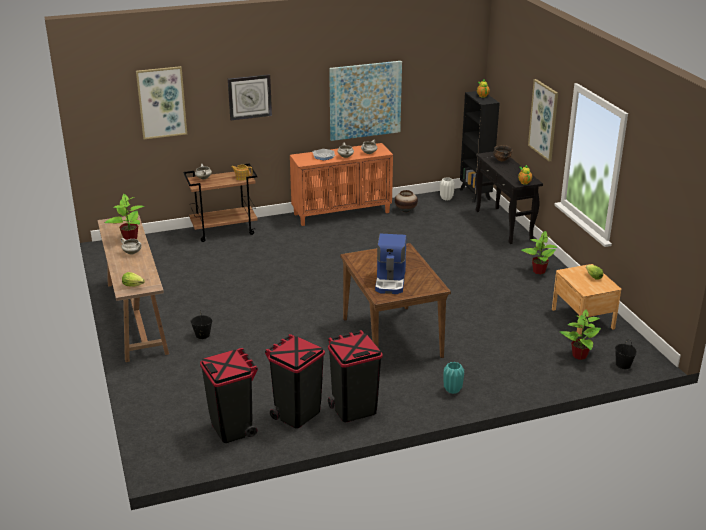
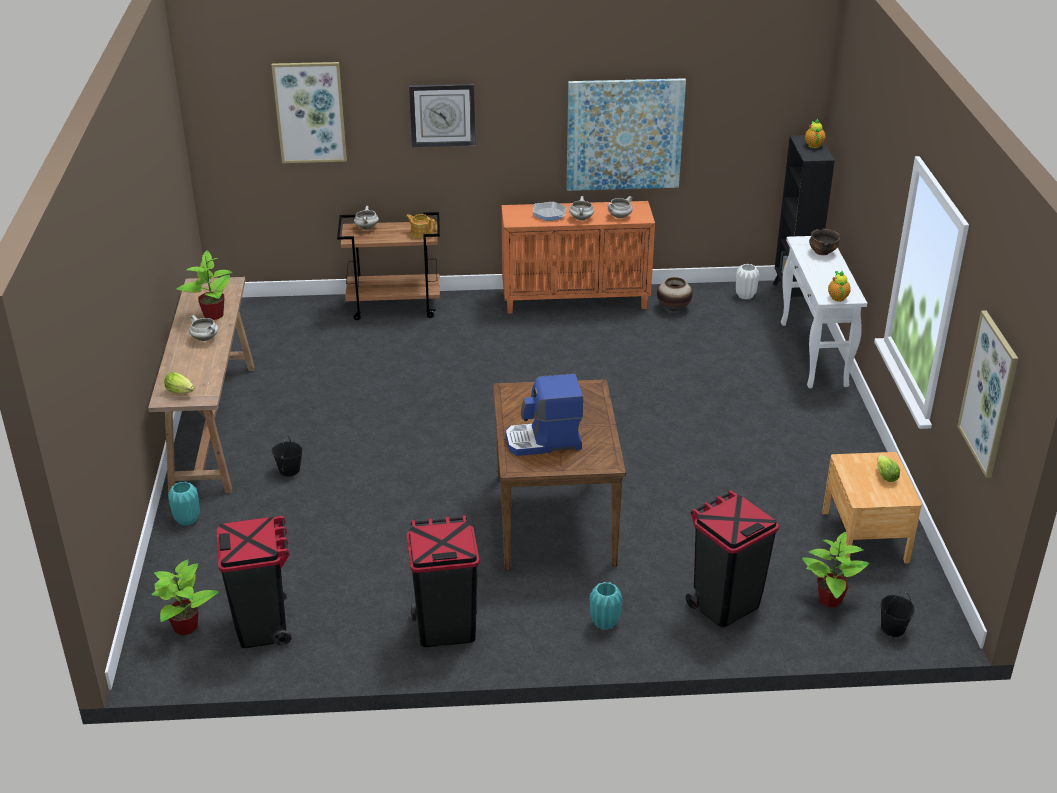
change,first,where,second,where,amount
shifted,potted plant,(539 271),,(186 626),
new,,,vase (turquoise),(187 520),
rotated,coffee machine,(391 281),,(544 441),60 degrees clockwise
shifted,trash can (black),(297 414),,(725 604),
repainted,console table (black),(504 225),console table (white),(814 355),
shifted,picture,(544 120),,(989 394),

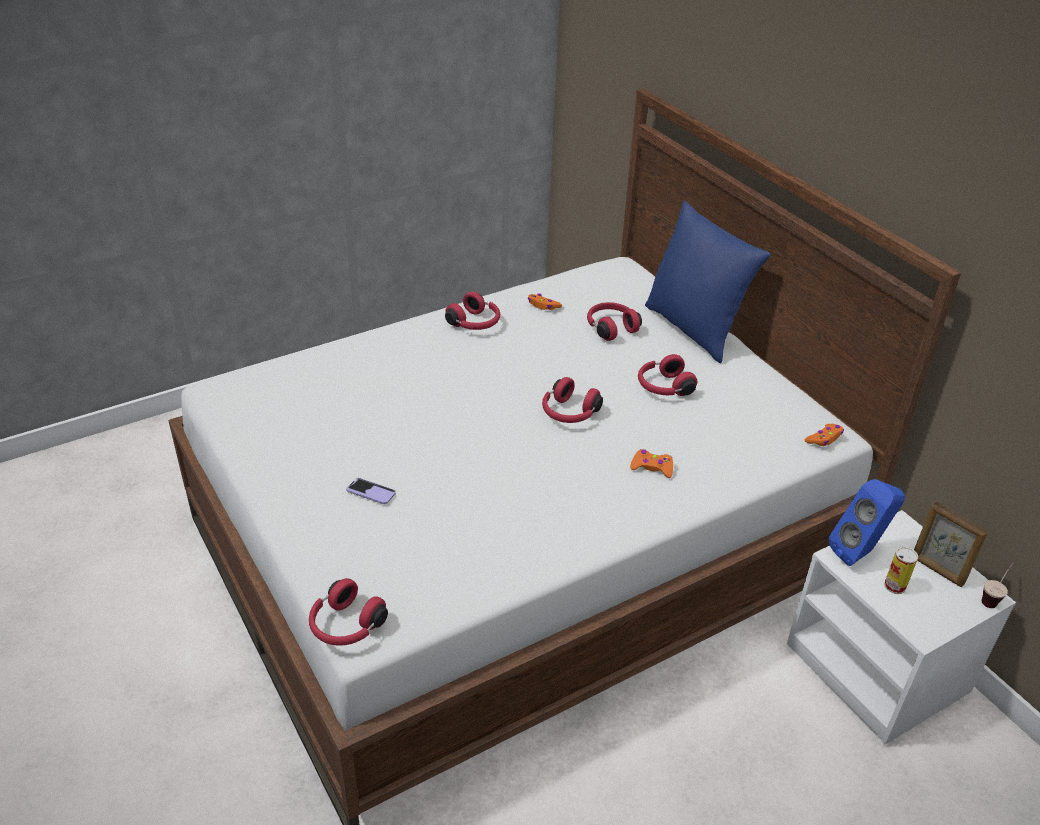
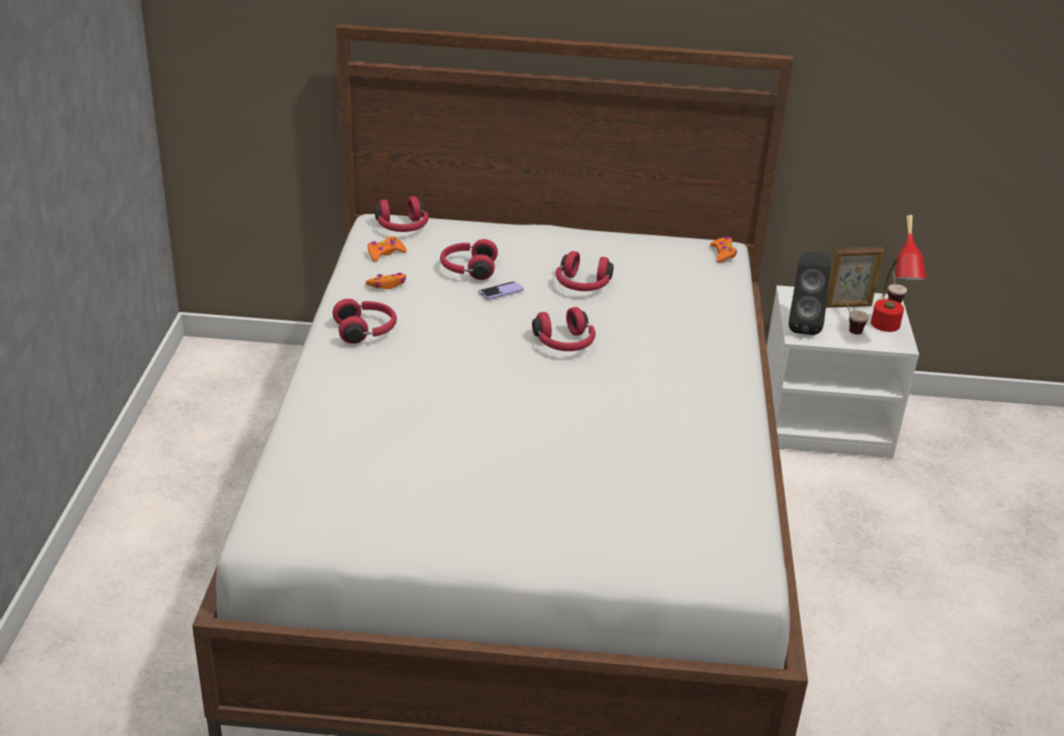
change,first,where,second,where,amount
shifted,game controller (orange),(652 467),,(385 253),
shifted,headphones (red),(345 626),,(402 228),
shifted,phone,(371 492),,(500 292),
repainted,speaker (blue),(859 552),speaker (black),(802 325),
swapped,can,(895 586),cup,(847 329),
new,,,table lamp (red),(887 332),
gone,pillow (blue),(694 329),,,

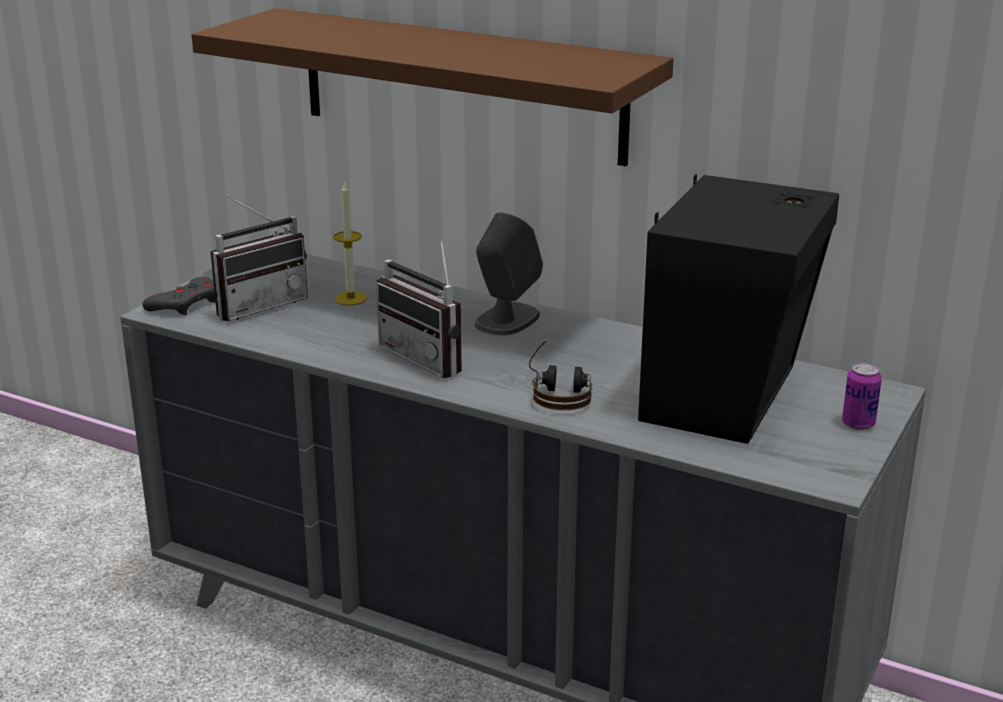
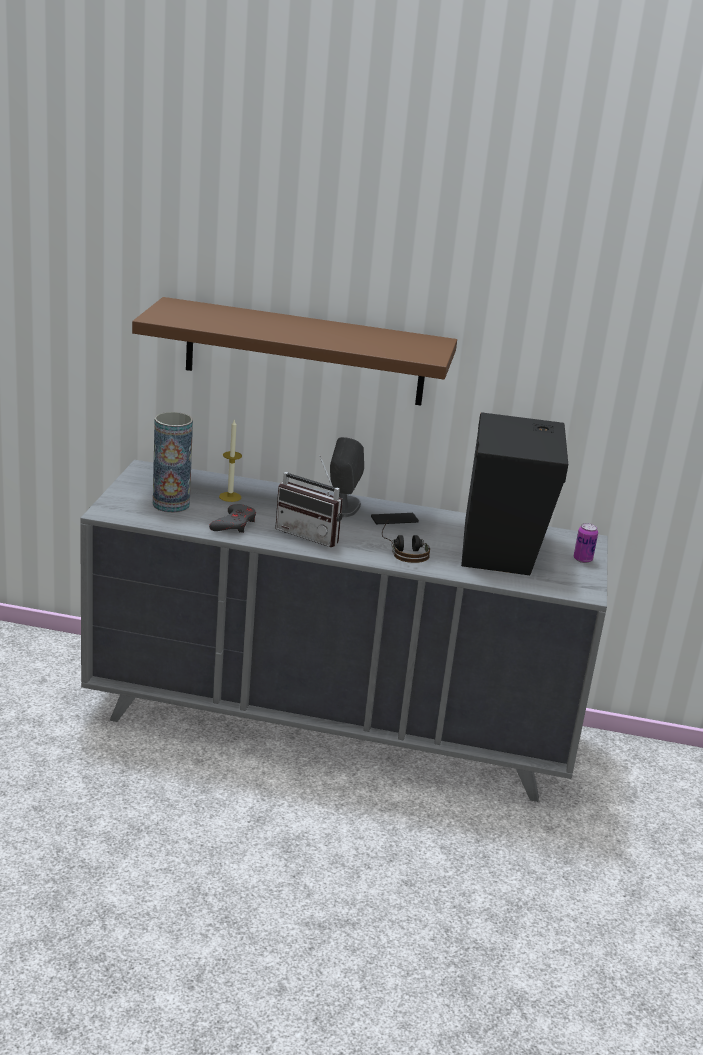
change,first,where,second,where,amount
swapped,radio,(258 305),vase,(171 504),
shifted,game controller (grey),(186 304),,(234 524),
new,,,phone,(394 519),

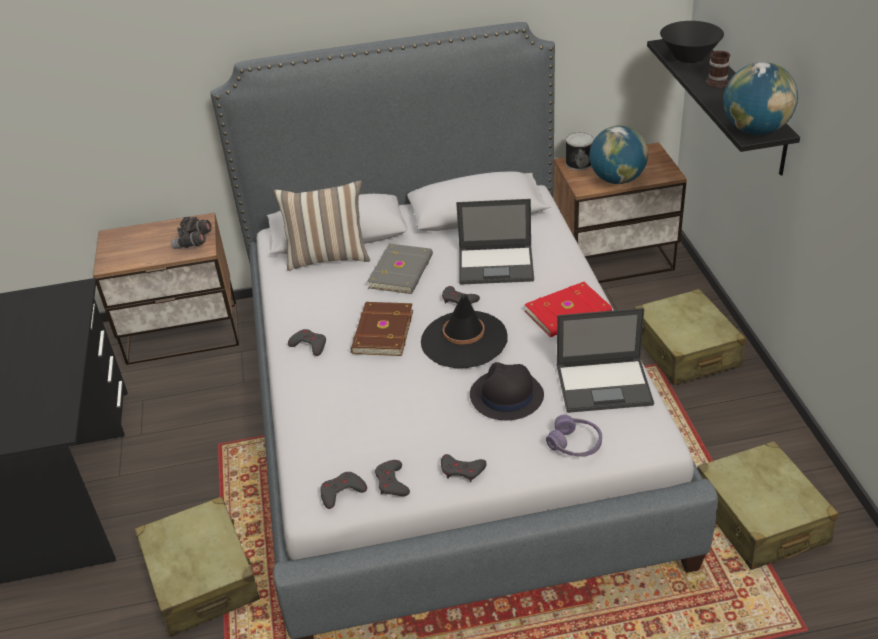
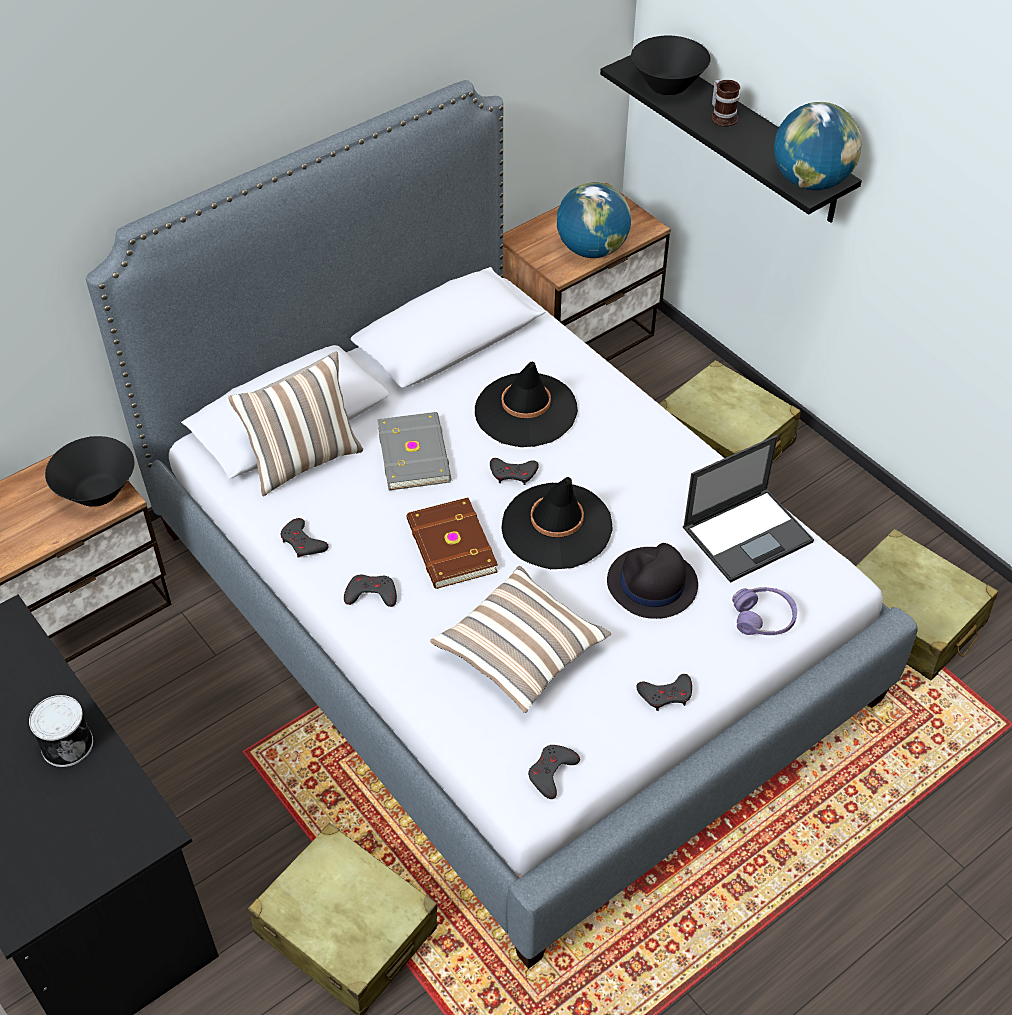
change,first,where,second,where,amount
shifted,can,(579 163),,(67 743),
swapped,binoculars (grey),(193 243),bowl (black),(98 492),
shifted,game controller (grey),(392 482),,(303 542),
new,,,pillow,(521 653),
swapped,laptop,(497 265),hat (black),(525 410),
gone,book (red),(569 313),,,

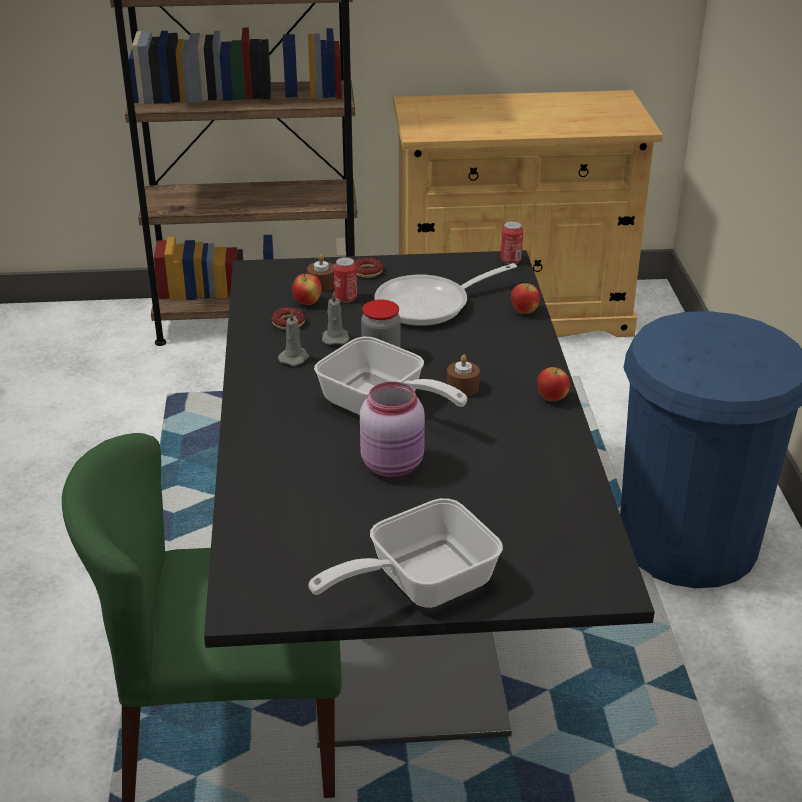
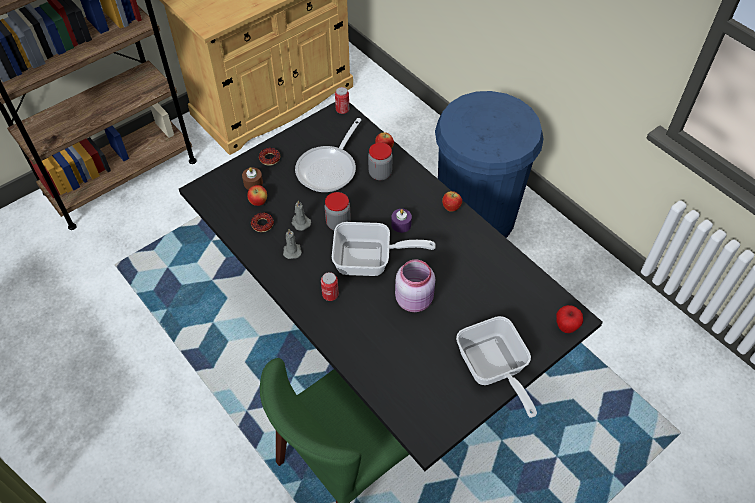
change,first,where,second,where,amount
shifted,can,(346 298),,(330 295),
new,,,jar,(380 173),
repainted,candle (brown),(462 388),candle (purple),(401 224),
rotated,frying pan,(419 583),,(493 370),45 degrees counterclockwise
new,,,apple,(566 327),

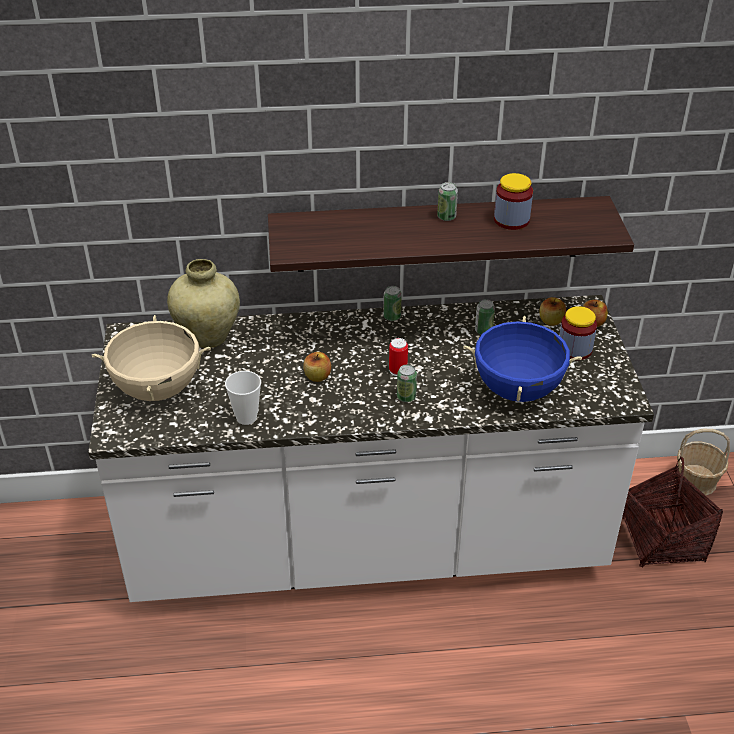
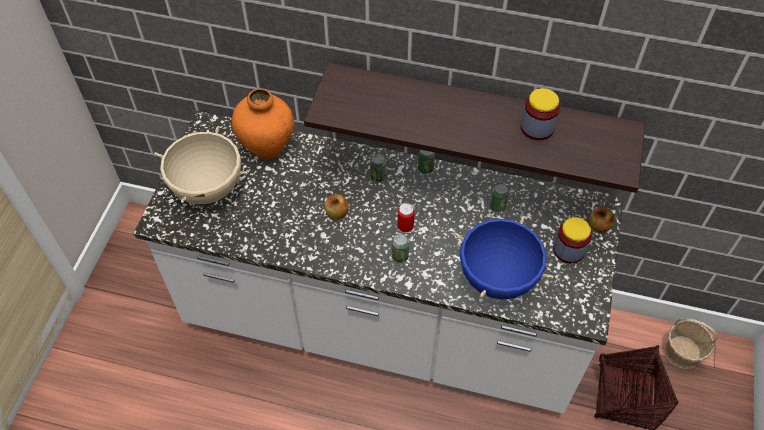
change,first,where,second,where,amount
repainted,vase (beige),(208 337),vase (orange),(267 147),
shifted,can,(446 217),,(378 177),
gone,cup,(246 417),,,
gone,apple,(551 321),,,

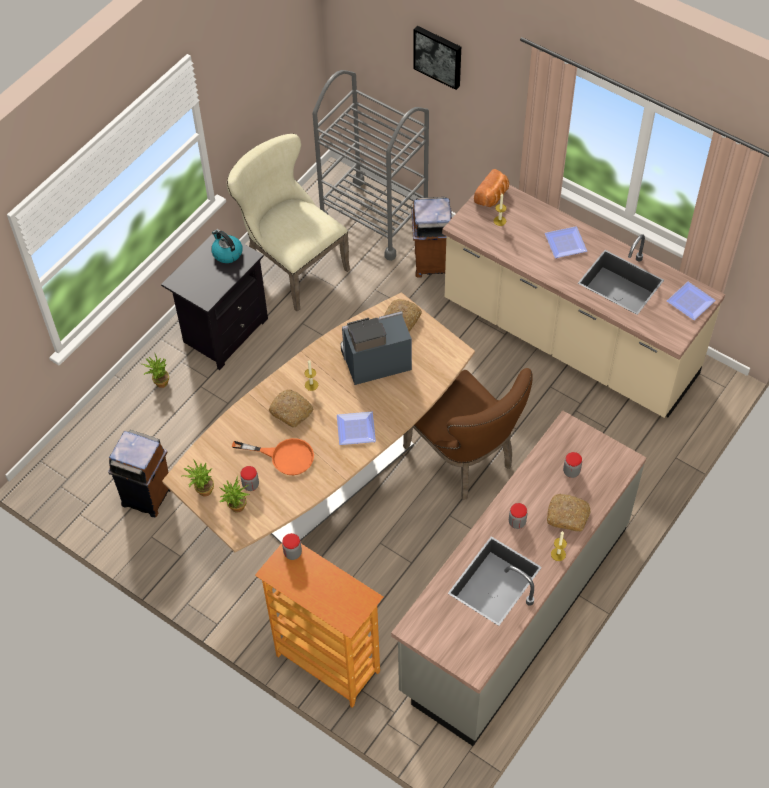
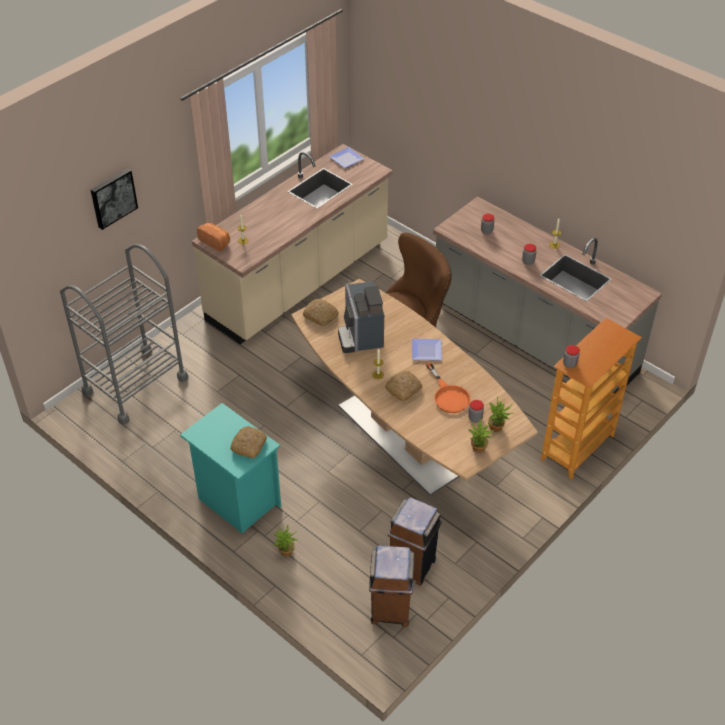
change,first,where,second,where,amount
repainted,nightstand (black),(224 331),nightstand (turquoise),(237 501),
shifted,bread,(568 515),,(249 445),
shifted,trash can (brown),(431 263),,(390 610),
rotated,frying pan (orange),(284 456),,(448 395),135 degrees clockwise
gone,kettle,(227 253),,,
gone,chair (beige),(292 265),,,
gone,plate,(564 243),,,

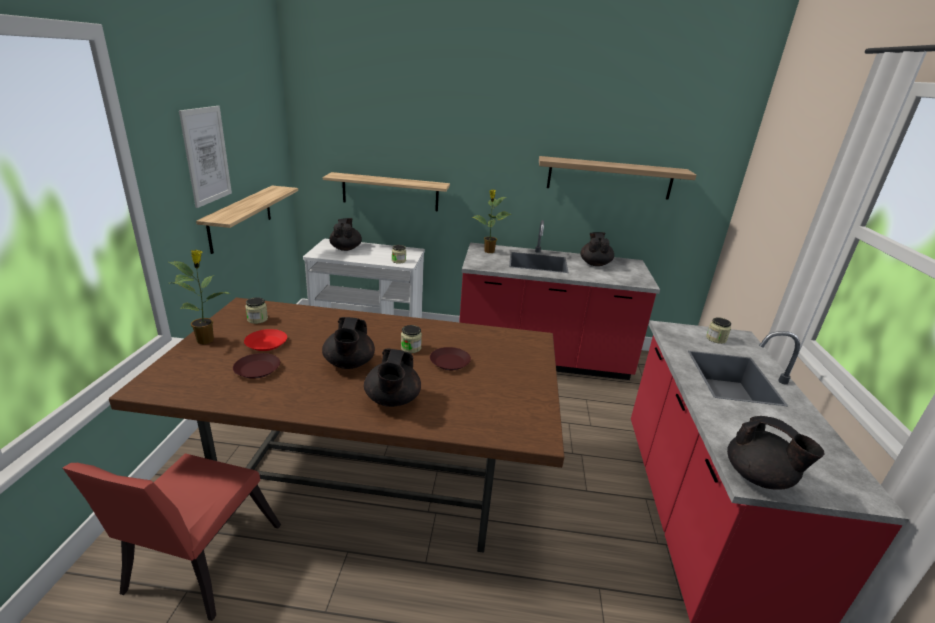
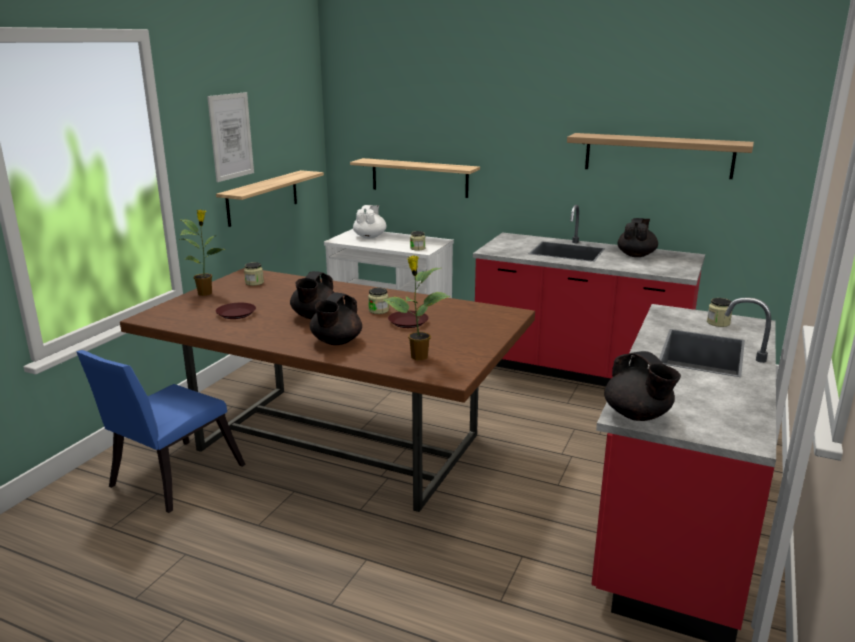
change,first,where,second,where,amount
repainted,chair (red),(197 564),chair (blue),(170 479),
repainted,teapot (black),(346 248),teapot (white),(370 236),
shifted,potted plant,(488 251),,(418 357),
gone,plate (red),(267 343),,,

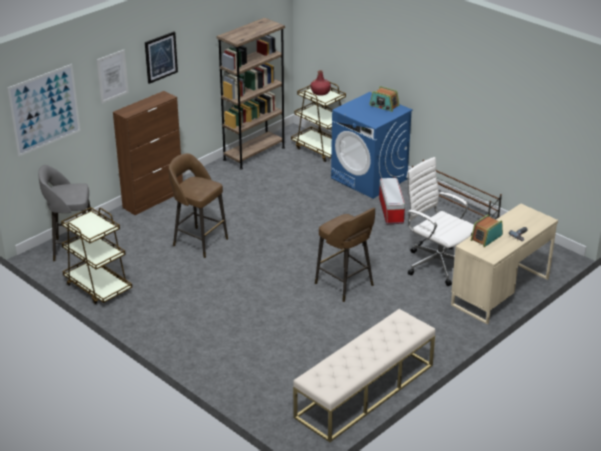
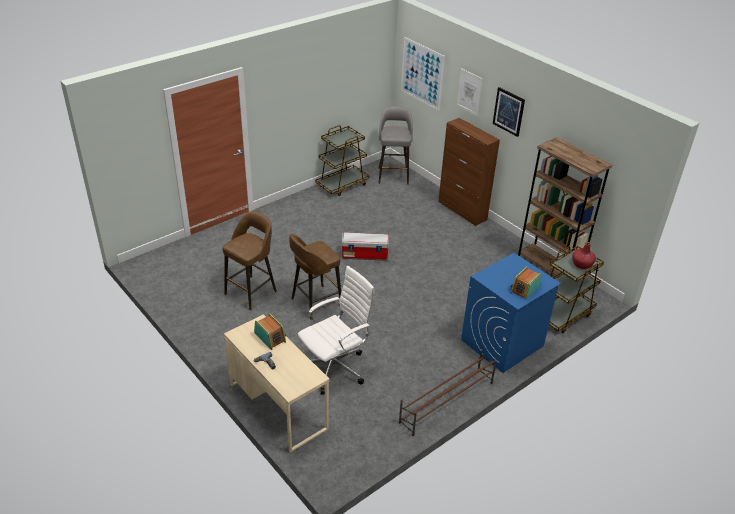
change,first,where,second,where,amount
shifted,stool (brown),(199 242),,(252 292),
shifted,storage box,(390 210),,(365 255),
gone,bench (beige),(364 391),,,

